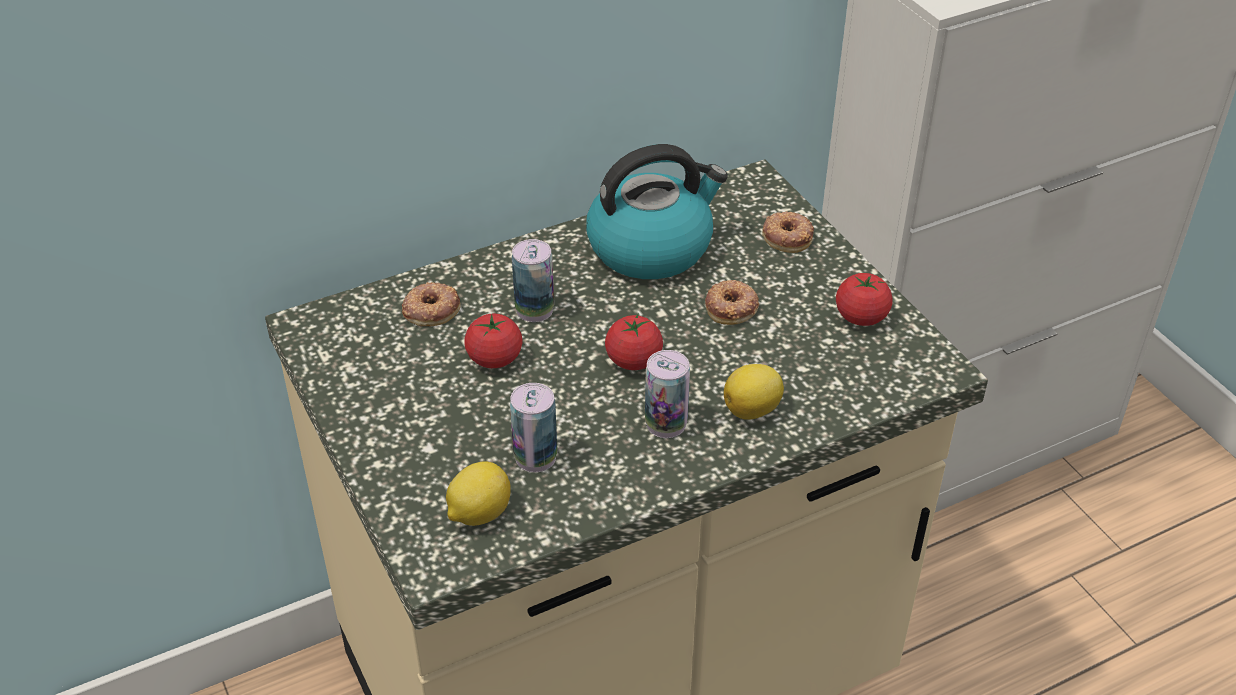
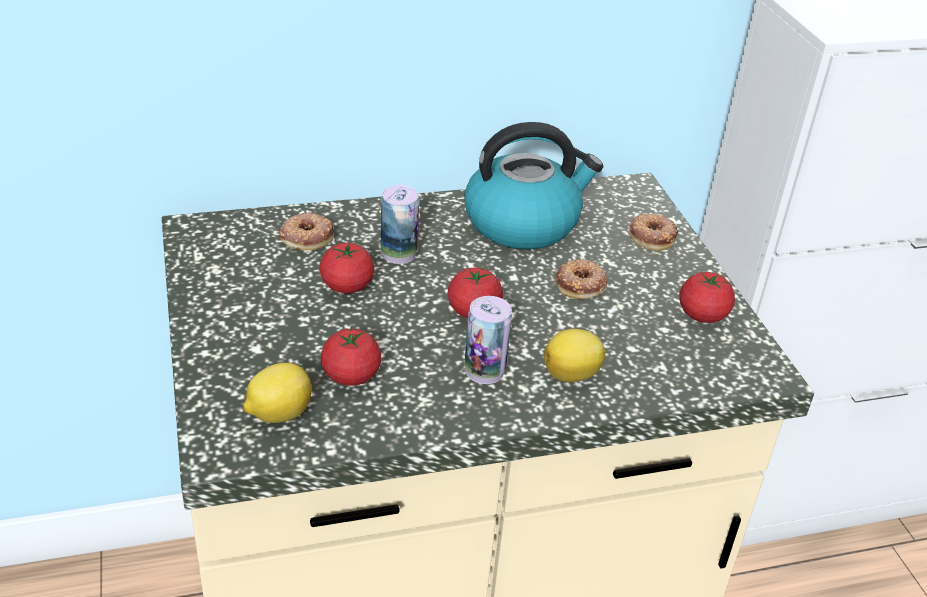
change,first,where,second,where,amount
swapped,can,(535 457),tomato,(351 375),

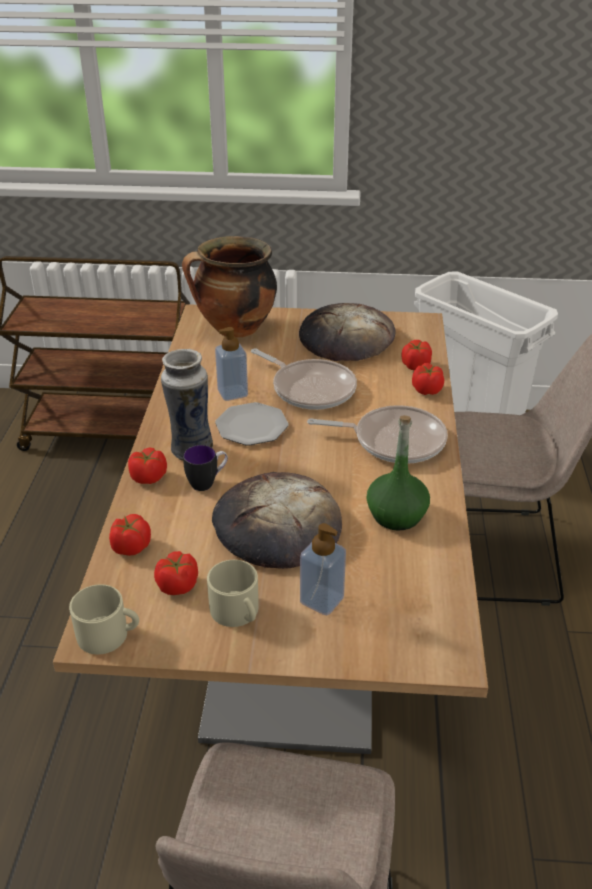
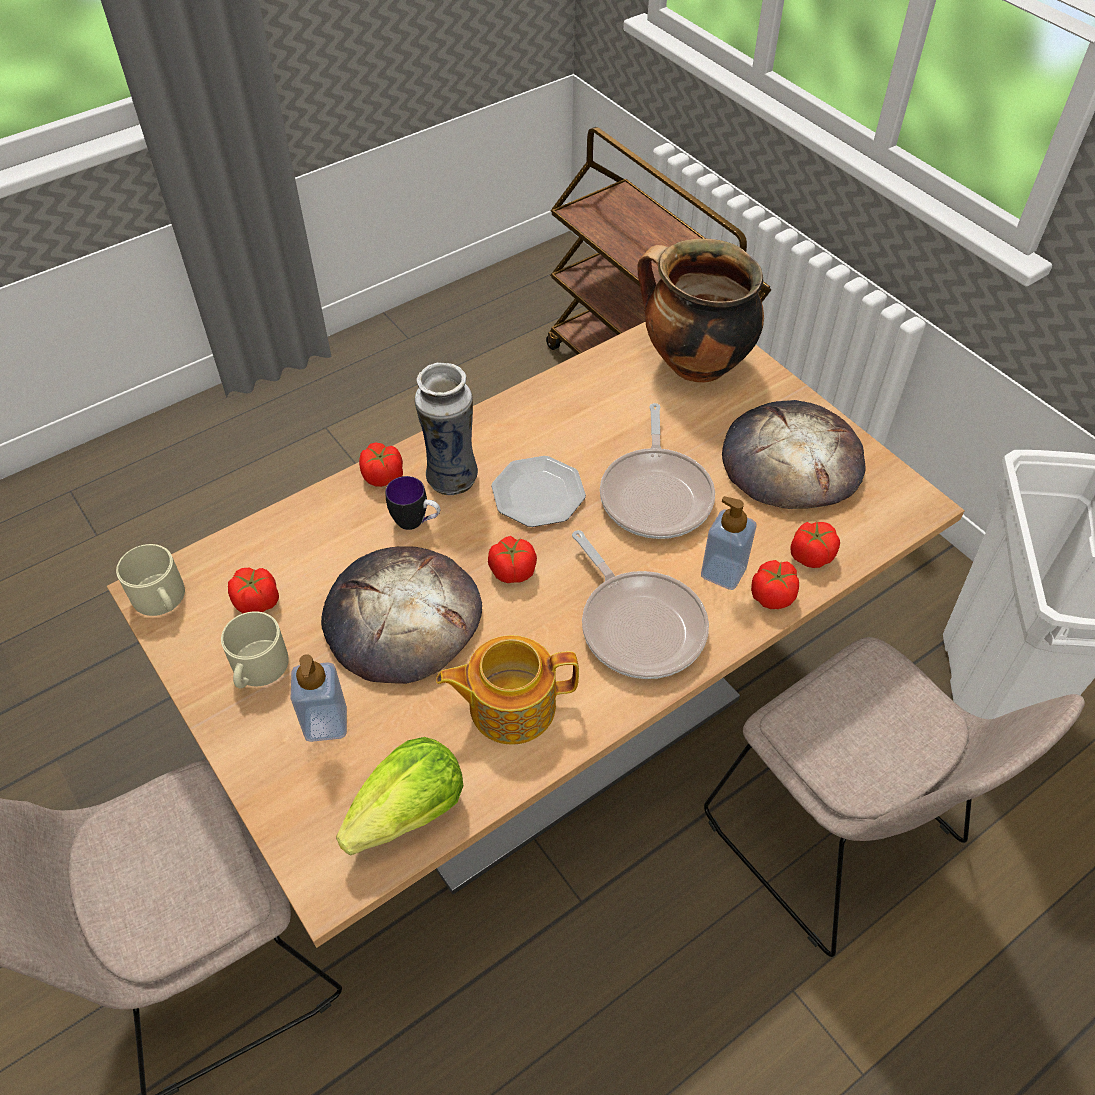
change,first,where,second,where,amount
new,,,lettuce,(409 813),
swapped,bottle (green),(396 515),teapot,(510 705),
shifted,tomato,(131 547),,(512 571),
shifted,soap dispenser,(232 393),,(723 572),

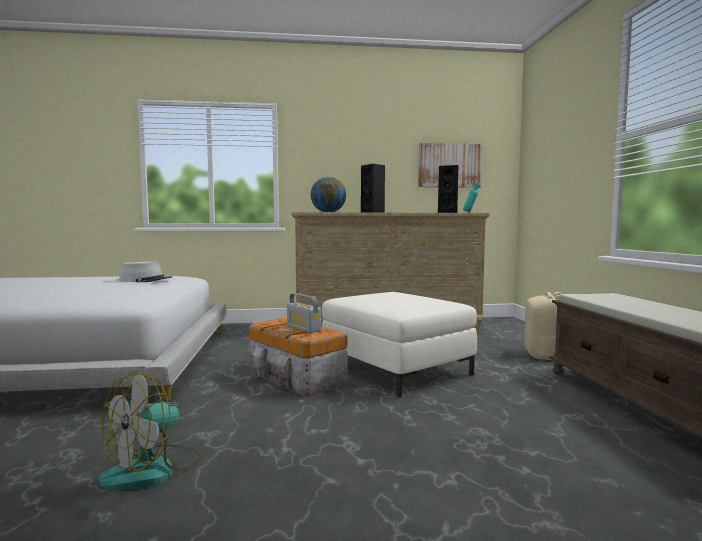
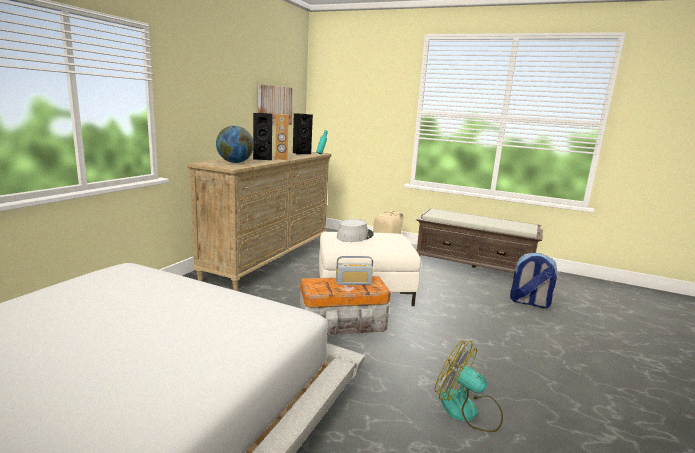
change,first,where,second,where,amount
new,,,speaker (brown),(281 159),
shifted,hat (grey),(146 280),,(354 236),
rotated,fan,(153 469),,(467 411),150 degrees clockwise
new,,,backpack,(529 302),

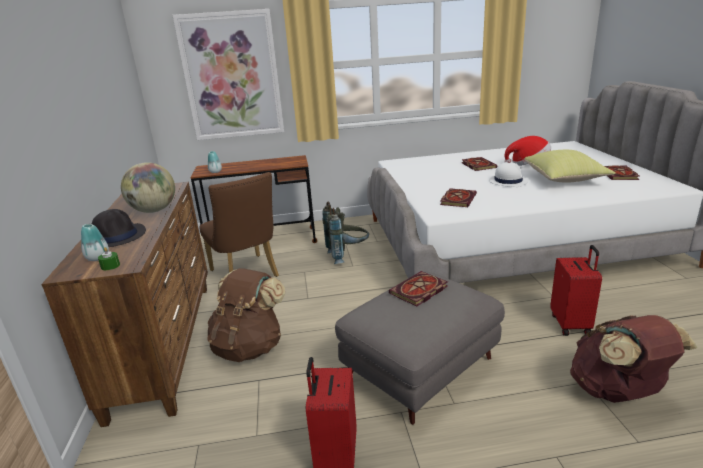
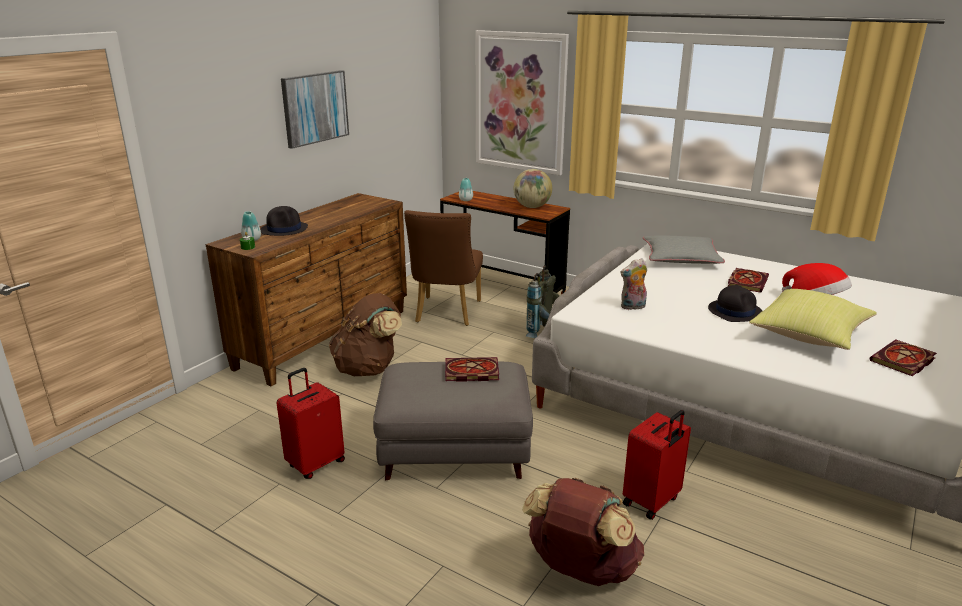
change,first,where,second,where,amount
new,,,picture,(315 108),
shifted,globe,(154 211),,(532 207),
swapped,book,(457 199),plush toy,(633 307),
new,,,pillow (grey),(681 257),
repainted,hat (white),(508 181),hat (black),(735 311),

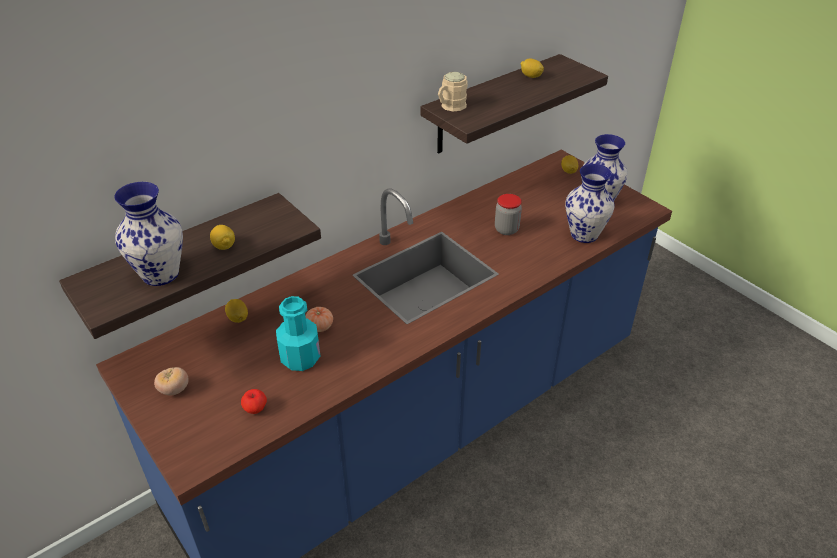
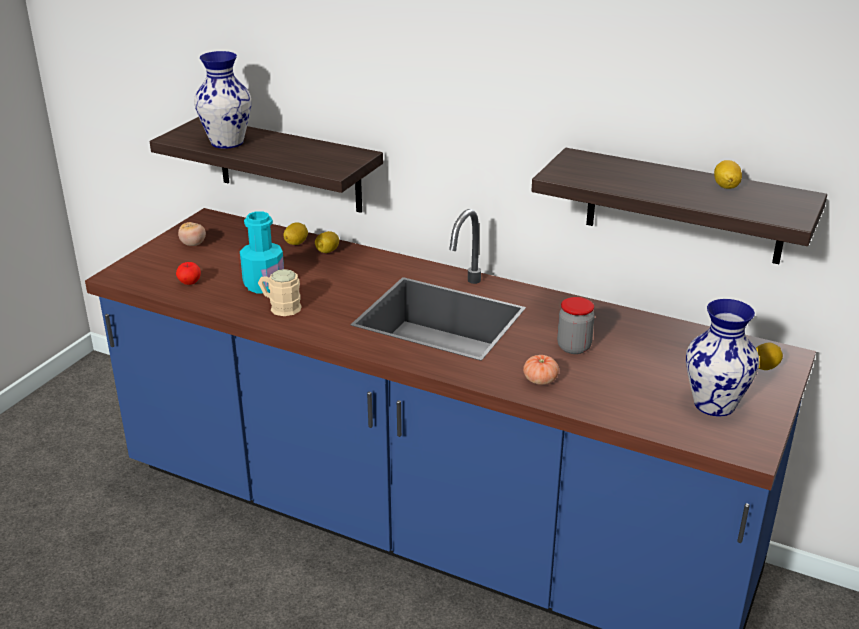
change,first,where,second,where,amount
shifted,mug (beige),(450 107),,(280 307),
shifted,lemon,(224 246),,(327 251),
shifted,tomato,(319 326),,(540 380),
gone,vase,(584 235),,,

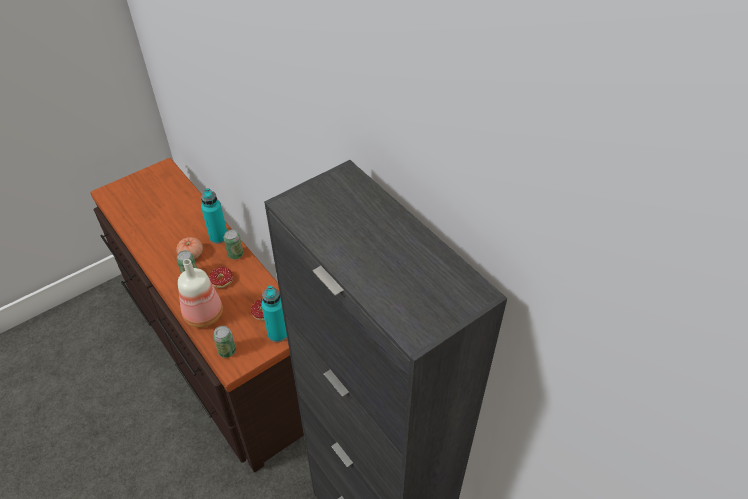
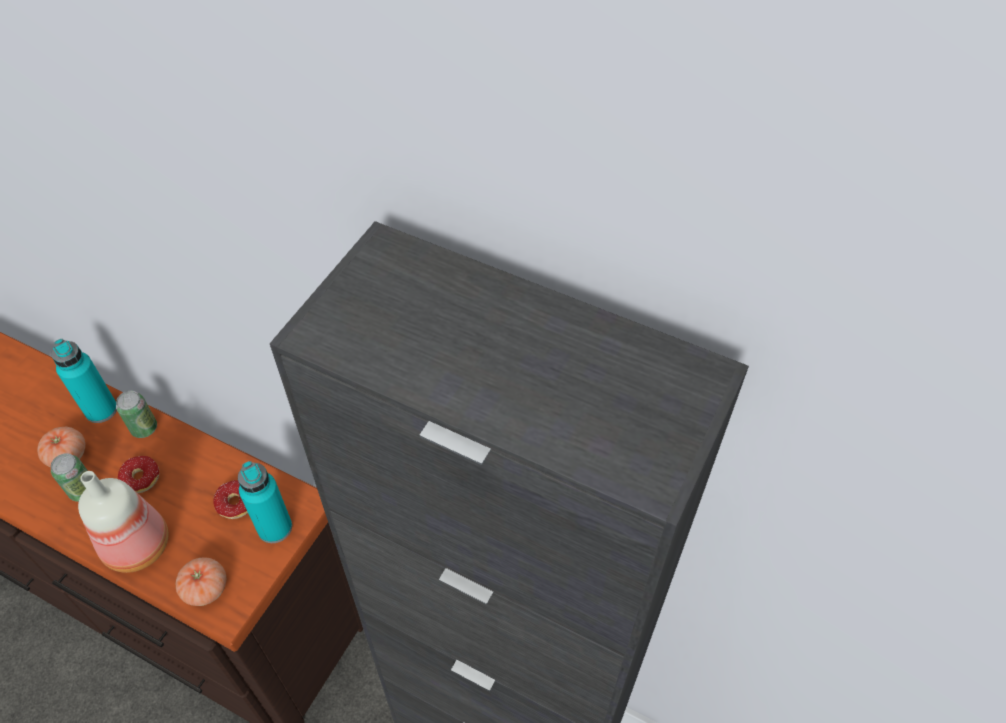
change,first,where,second,where,amount
swapped,can,(227 351),tomato,(205 588),

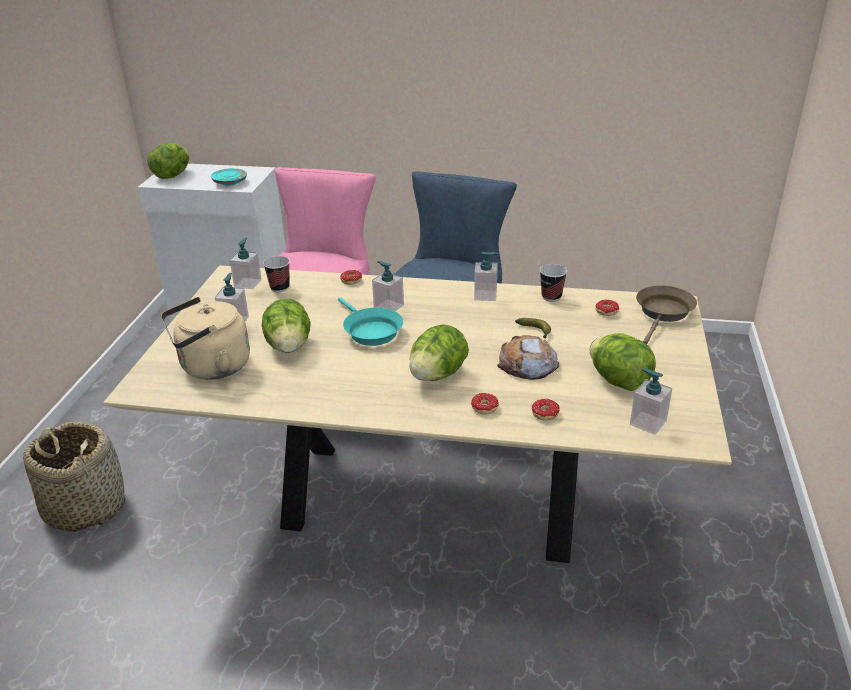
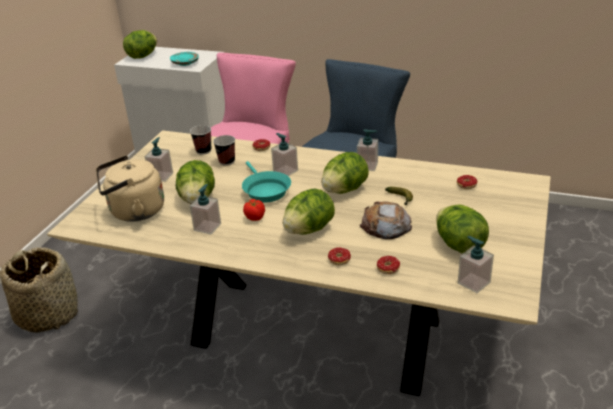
change,first,where,second,where,amount
shifted,soap dispenser,(248 283),,(207 227),
shifted,cup,(551 297),,(227 161),
new,,,tomato,(255 217),
new,,,lettuce,(344 190),
gone,frying pan (brown),(663 313),,,

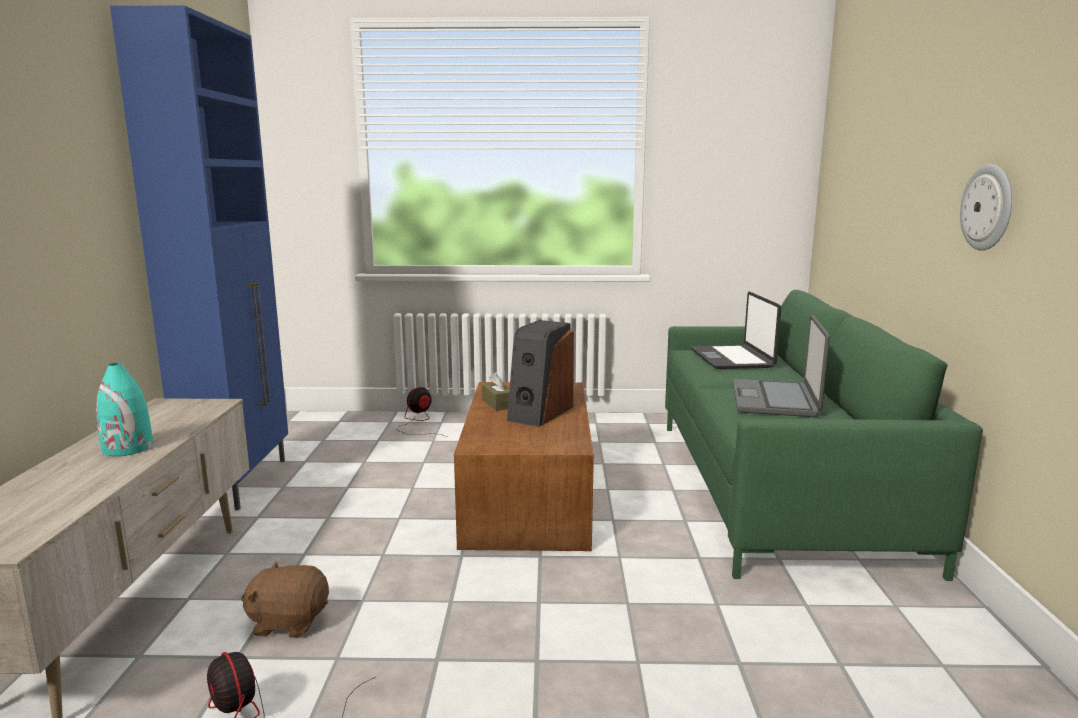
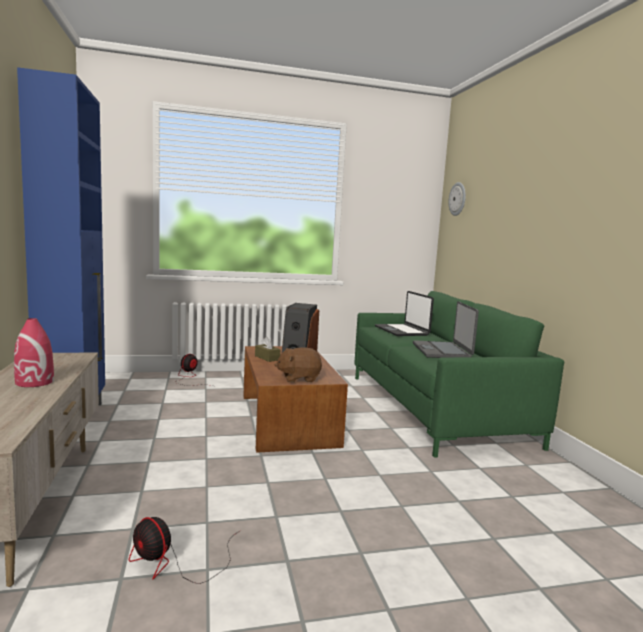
change,first,where,second,where,amount
repainted,vase (turquoise),(128 448),vase (red),(35 382),
shifted,plush toy (brown),(289 622),,(299 378),
shifted,wall clock,(988 207),,(458 199),

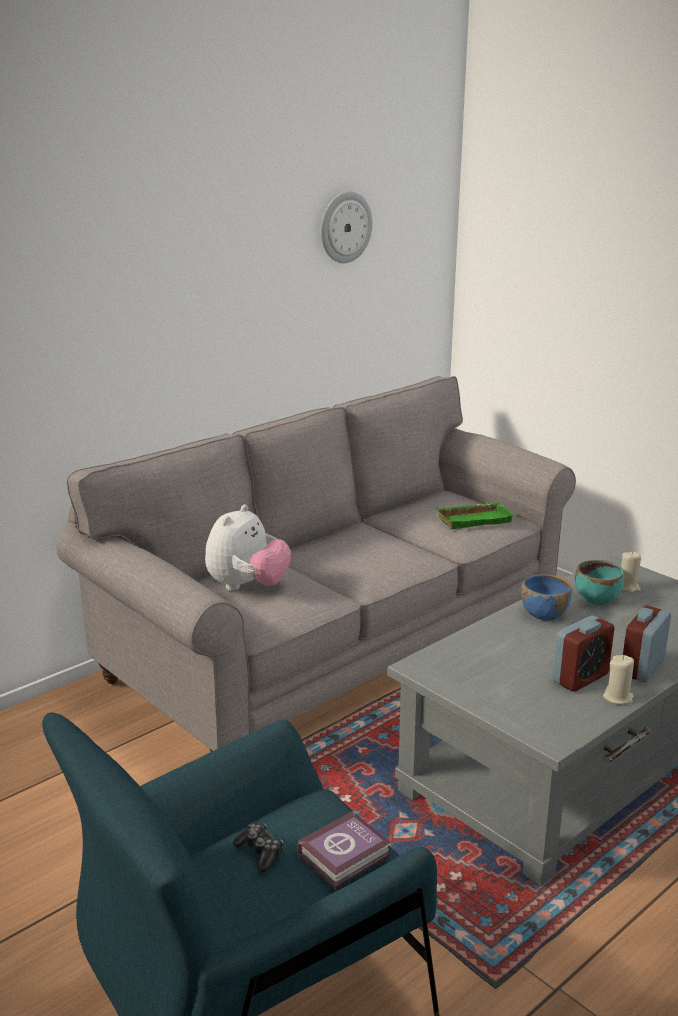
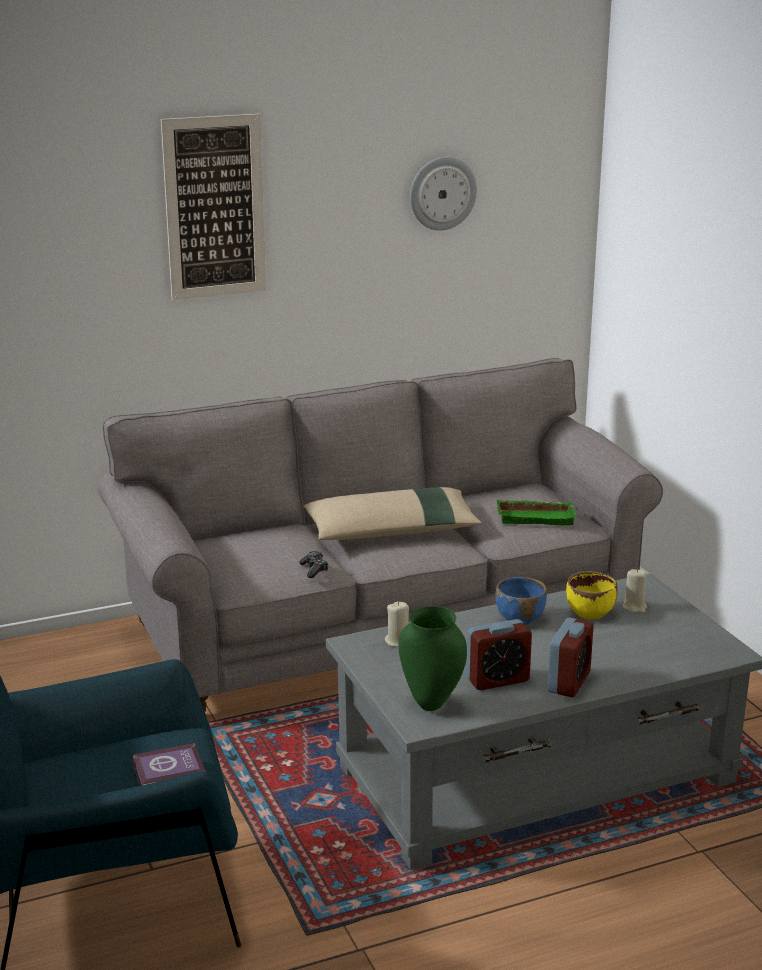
change,first,where,second,where,amount
new,,,picture,(214 207),
shifted,game controller,(260 852),,(314 569),
new,,,pillow (beige),(392 530),
shifted,candle (beige),(618 697),,(398 641),
new,,,vase (green),(432 703),
rotated,alarm clock,(642 668),,(569 682),150 degrees clockwise
repainted,bowl (turquoise),(597 598),bowl (yellow),(590 612),
gone,plush toy,(247 586),,,

